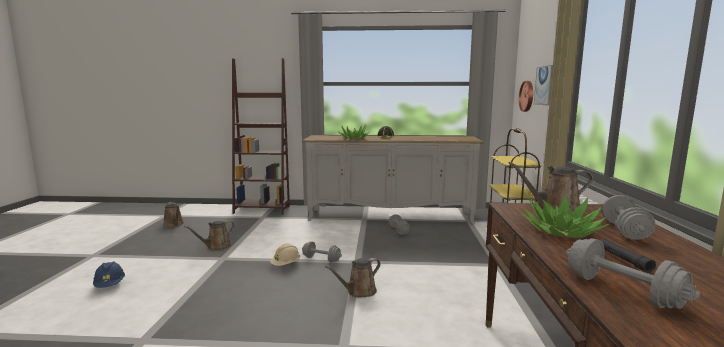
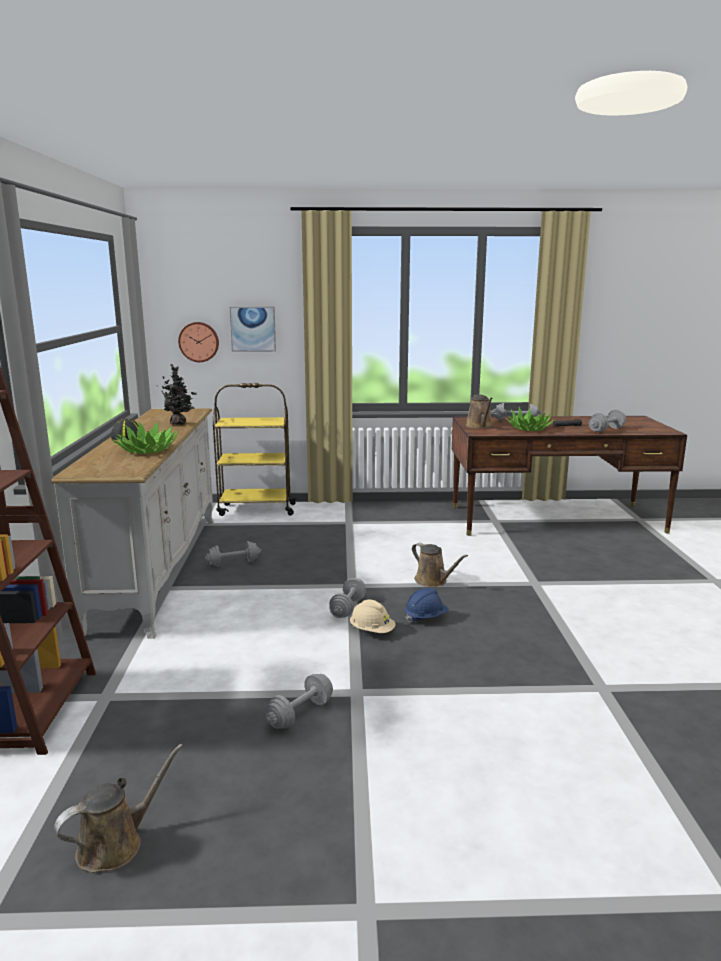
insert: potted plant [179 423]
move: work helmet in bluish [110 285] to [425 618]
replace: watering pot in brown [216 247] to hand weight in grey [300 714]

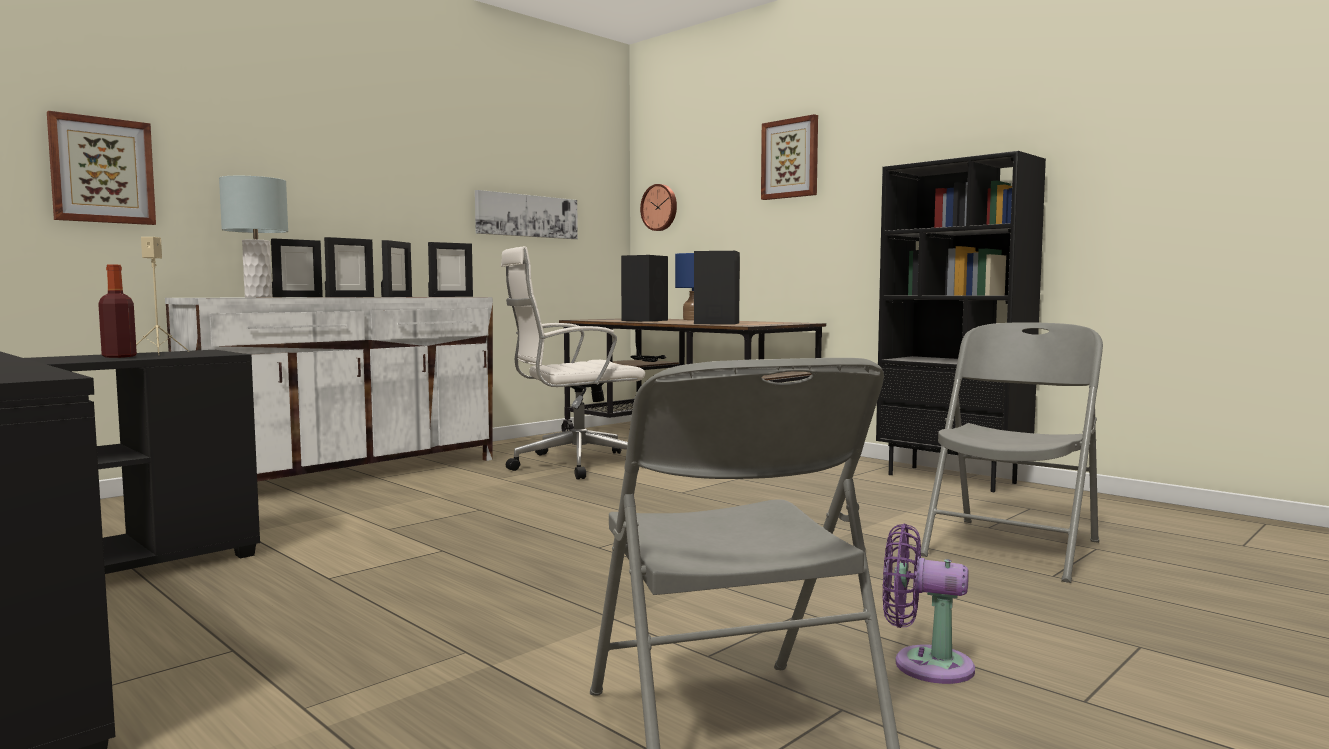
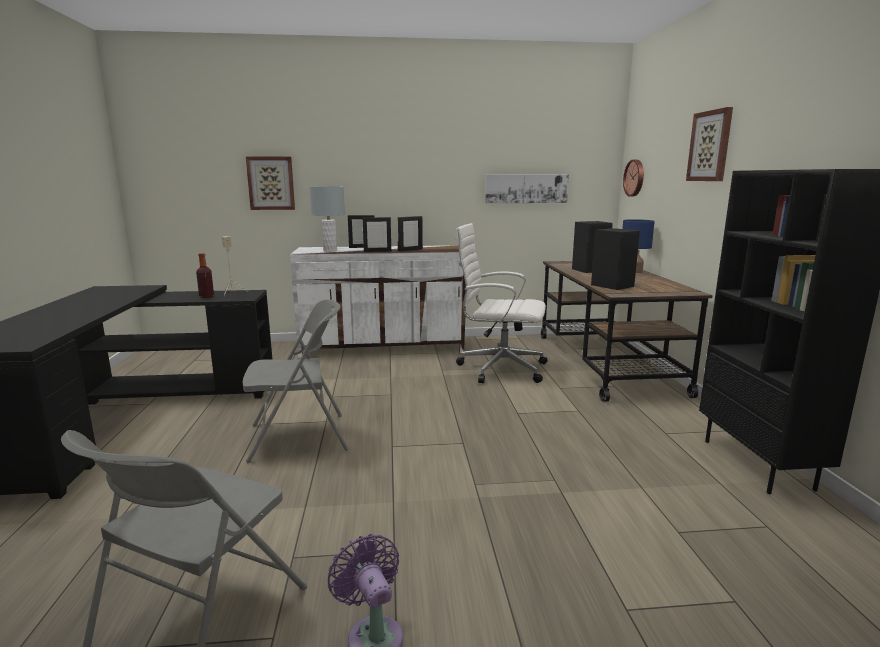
delete: standing frame [451 296]
move: upright chair in grey [1012 549] to [298 437]

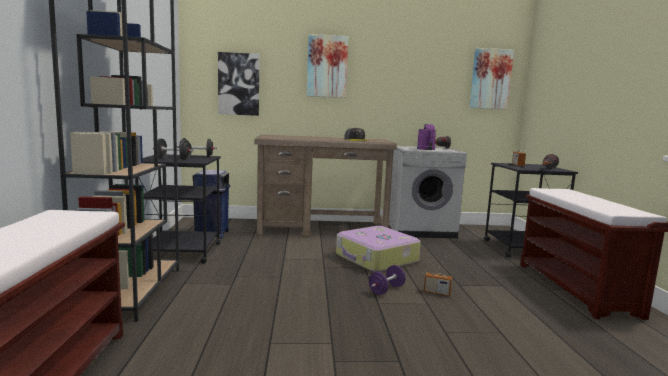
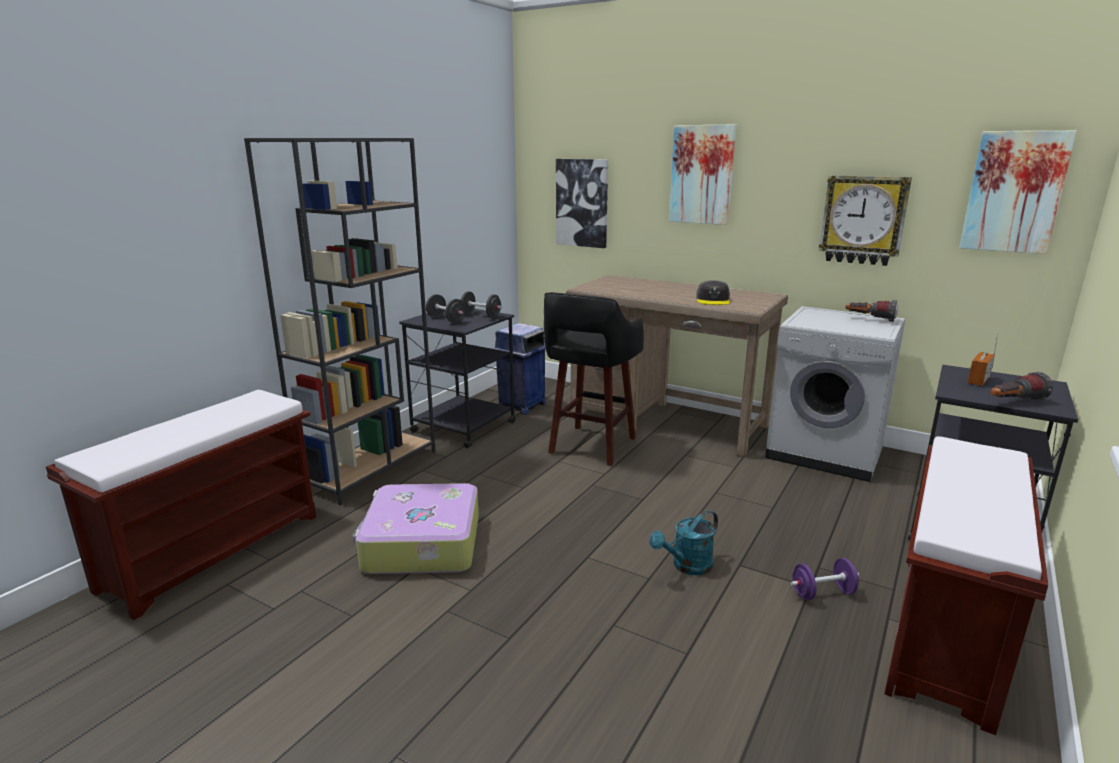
delete: watering pot in purplish [426 149]
insert: stool seat in black-coloured [590 447]; clock on the wall [863 220]
move: travel case [376 259] to [421 544]; hand weight in purplish [386 290] to [822 593]
replace: radio [437 292] to watering pot in turquoise [687 566]

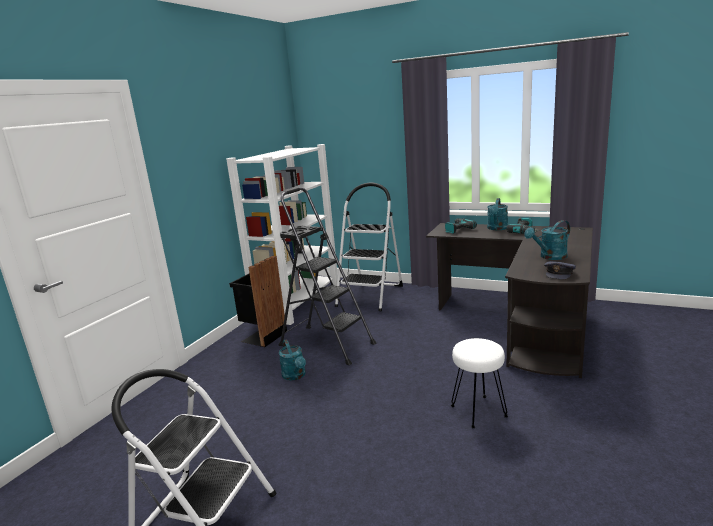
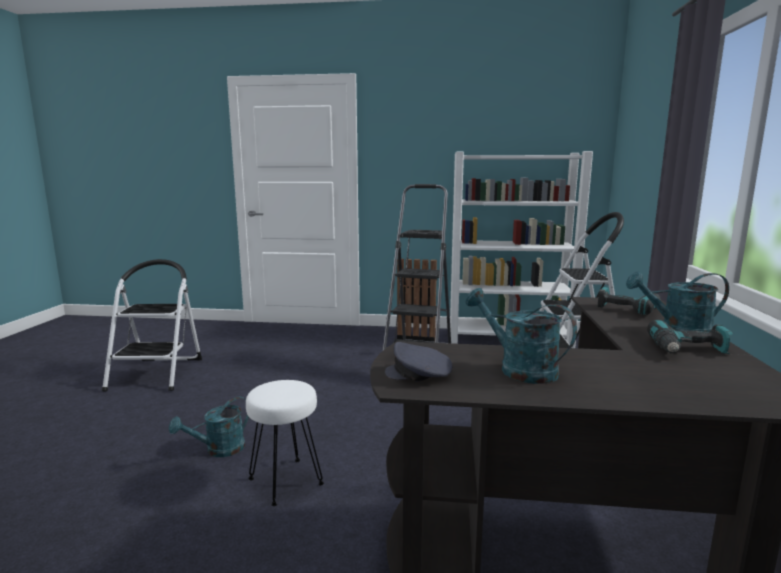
move: watering pot in turquoise [295 376] to [219 450]

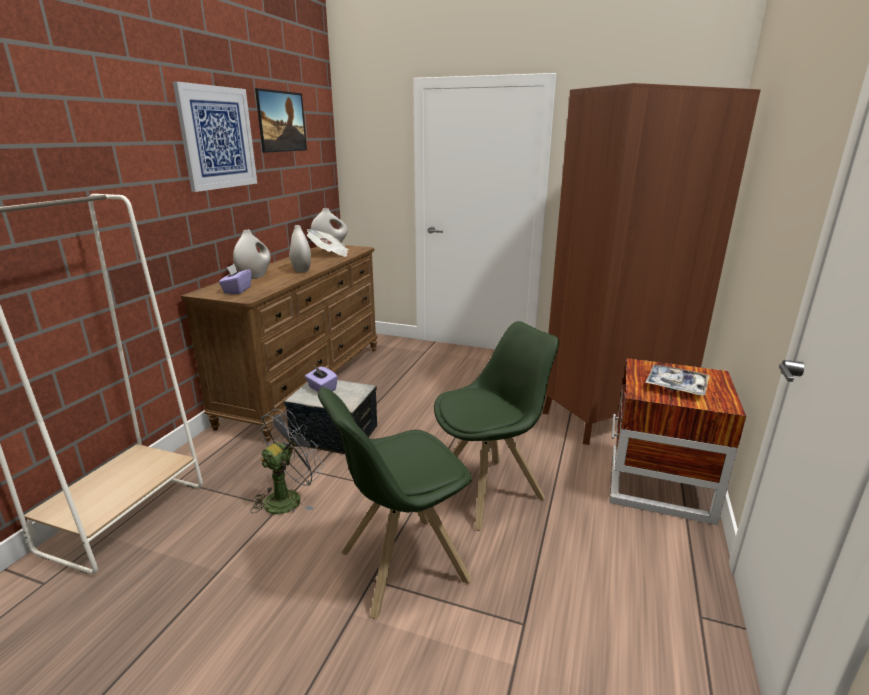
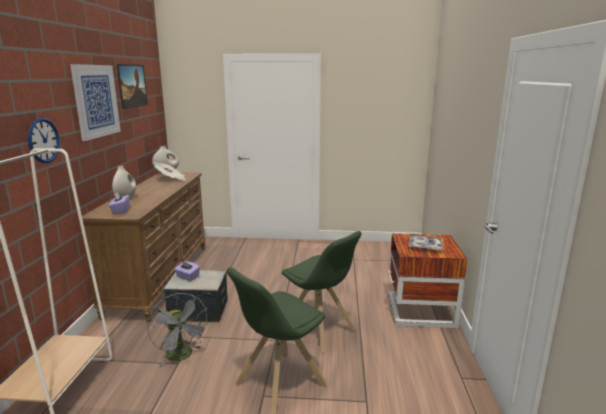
delete: decorative vase in whitish [301 270]; clothes cupboard in brown [602 399]
insert: clock on the wall [43 140]
rotate: fan in grey [289 497] = [182 356] 120 degrees clockwise; upright chair in green-coloured [488 491] = [319 330] 90 degrees clockwise

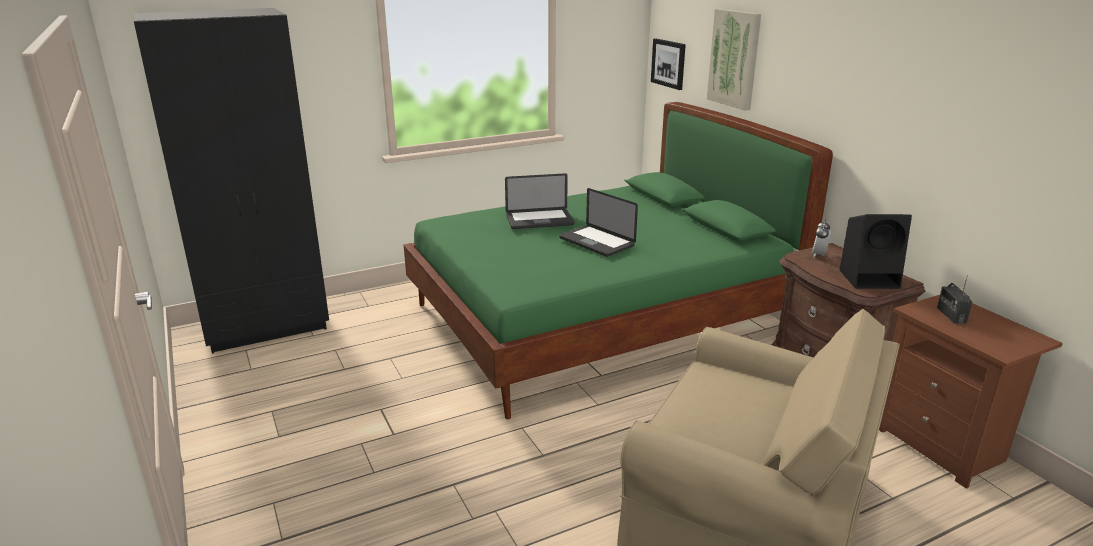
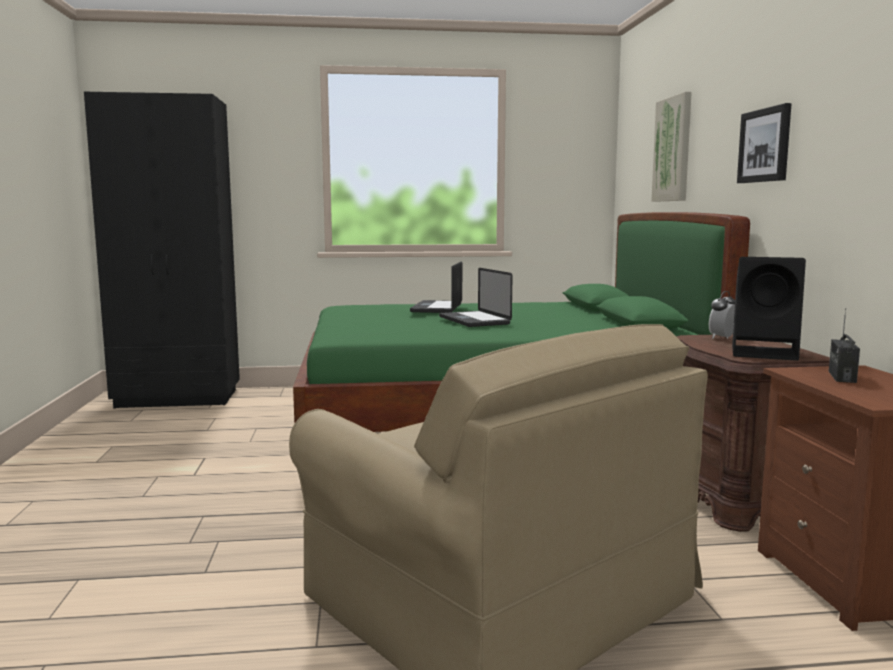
move: wall picture [669 63] to [765 145]
rotate: laptop [539 220] = [437 308] 90 degrees clockwise

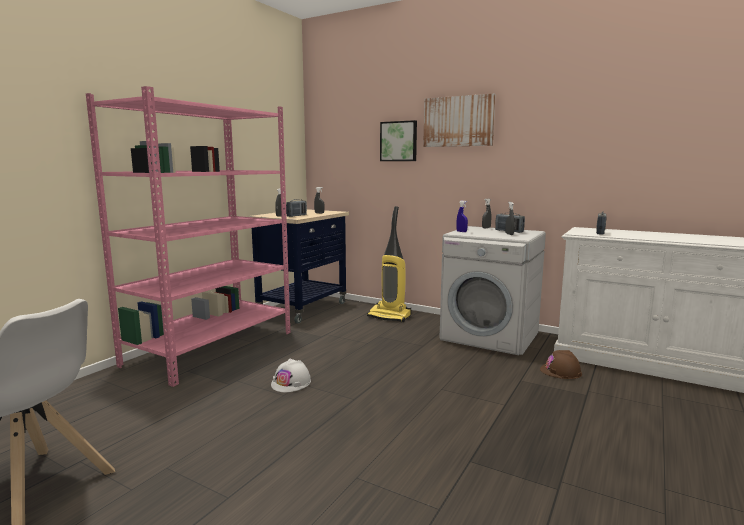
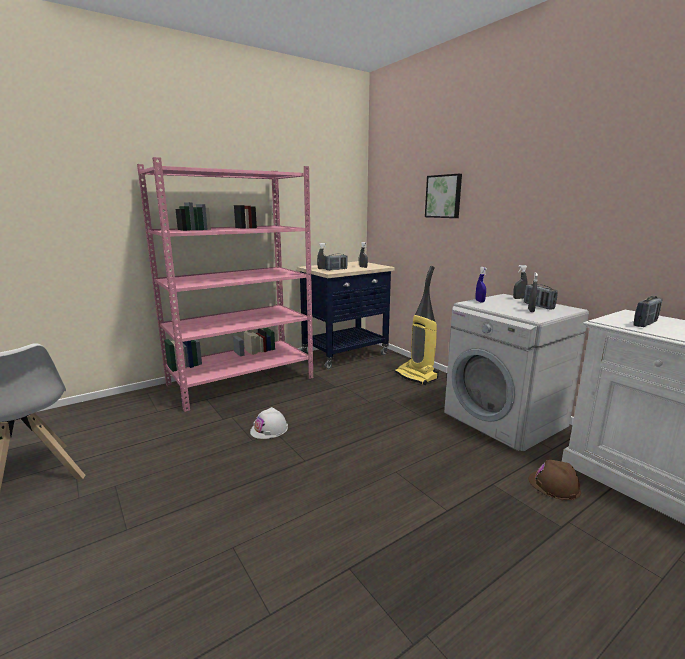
delete: wall picture [458 121]

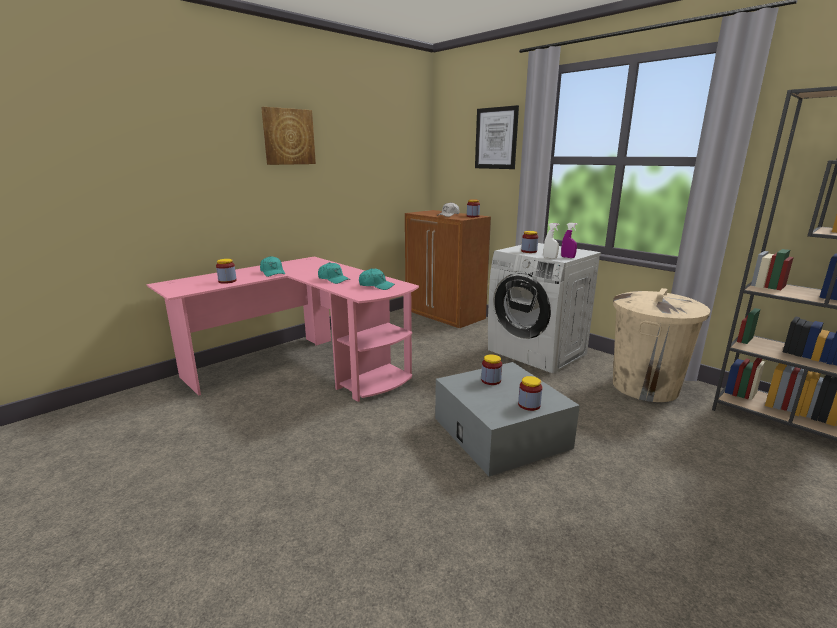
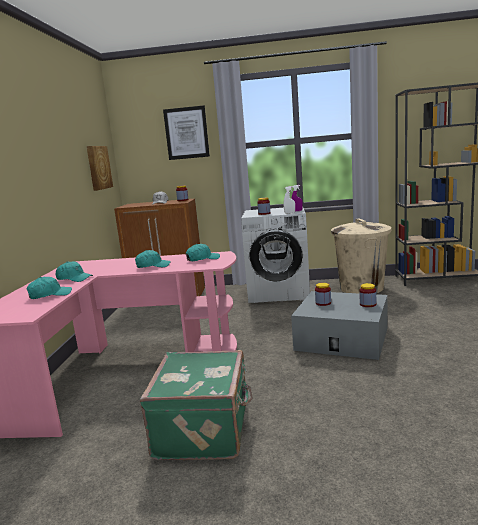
insert: travel case in green-coloured [205 430]
move: wall picture [288 137] to [98 167]
replace: storage jar [227 281] to baseball cap in turquoise [50 295]

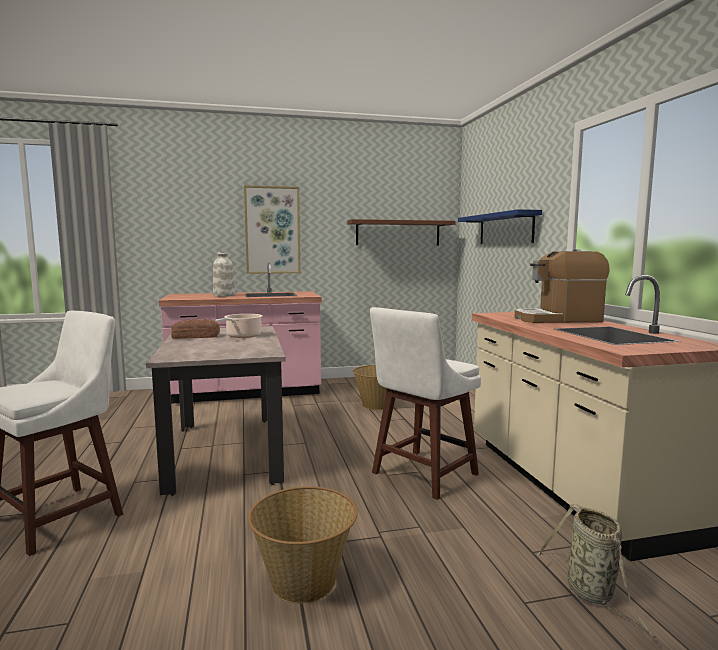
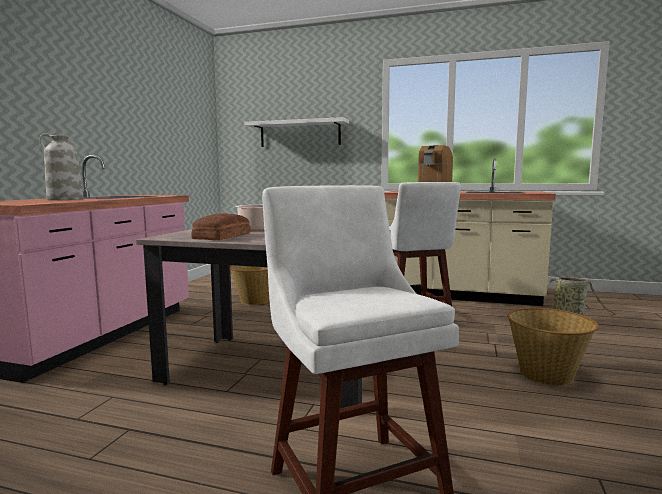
delete: wall picture [272 230]; wall shelf in brown [398 233]
recolor: wall shelf in bluish [505 228] to wall shelf in whitish [300 134]

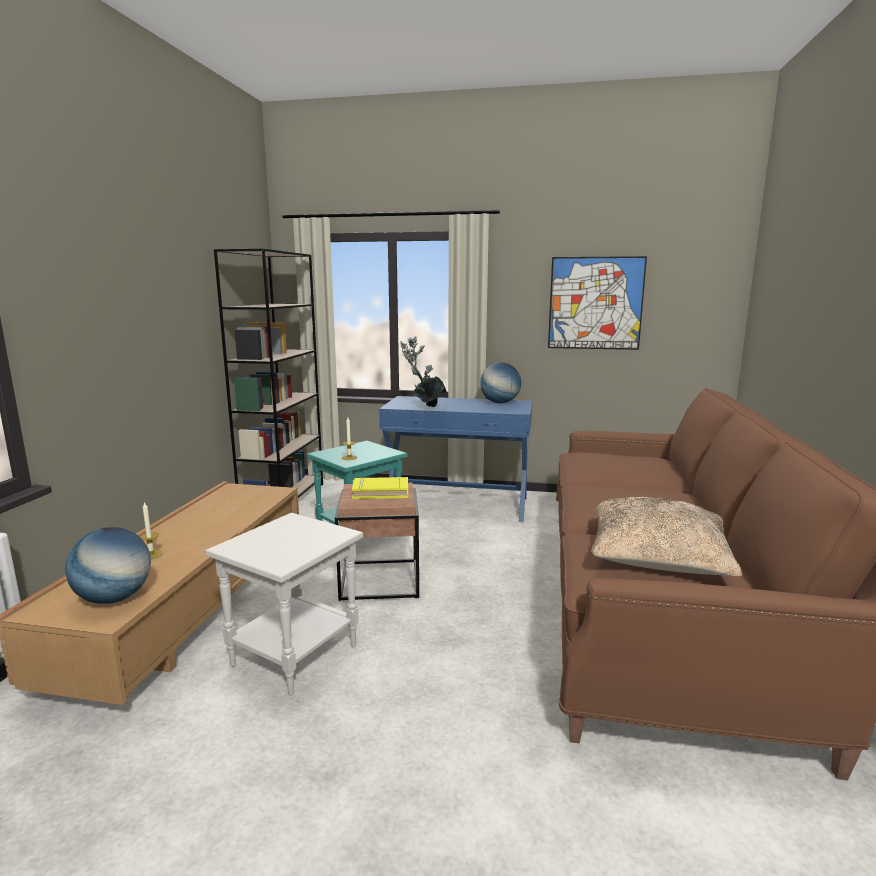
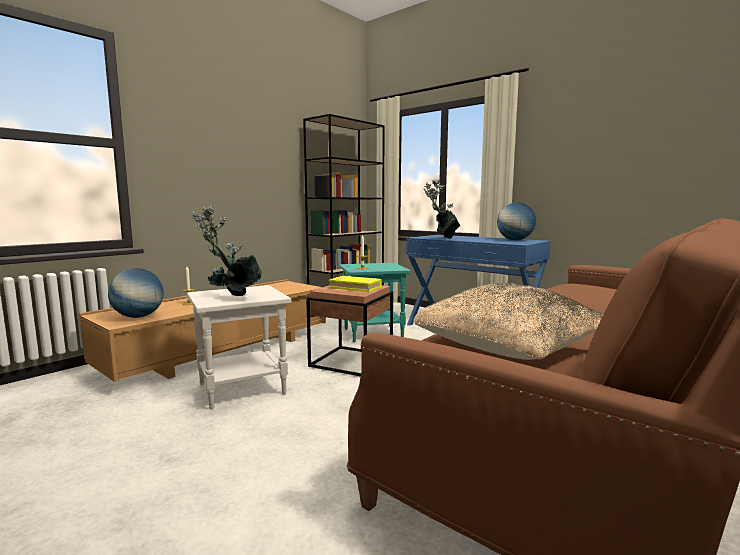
delete: wall picture [595 303]
insert: potted plant [230 298]

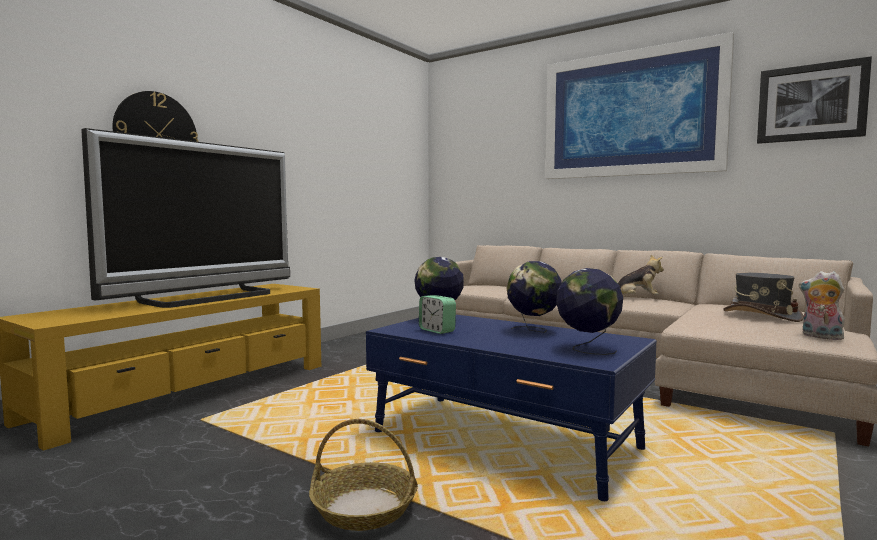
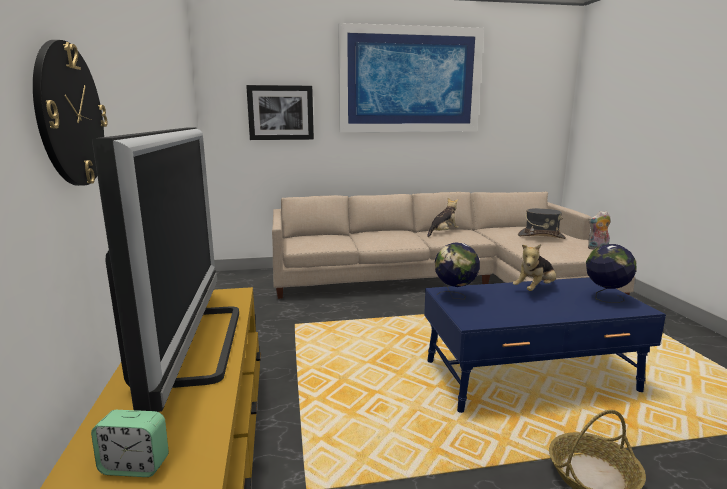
move: bedside clock [437 330] to [135 466]; wall picture [811 102] to [280 113]
replace: globe [533 330] to soft toy [535 289]

